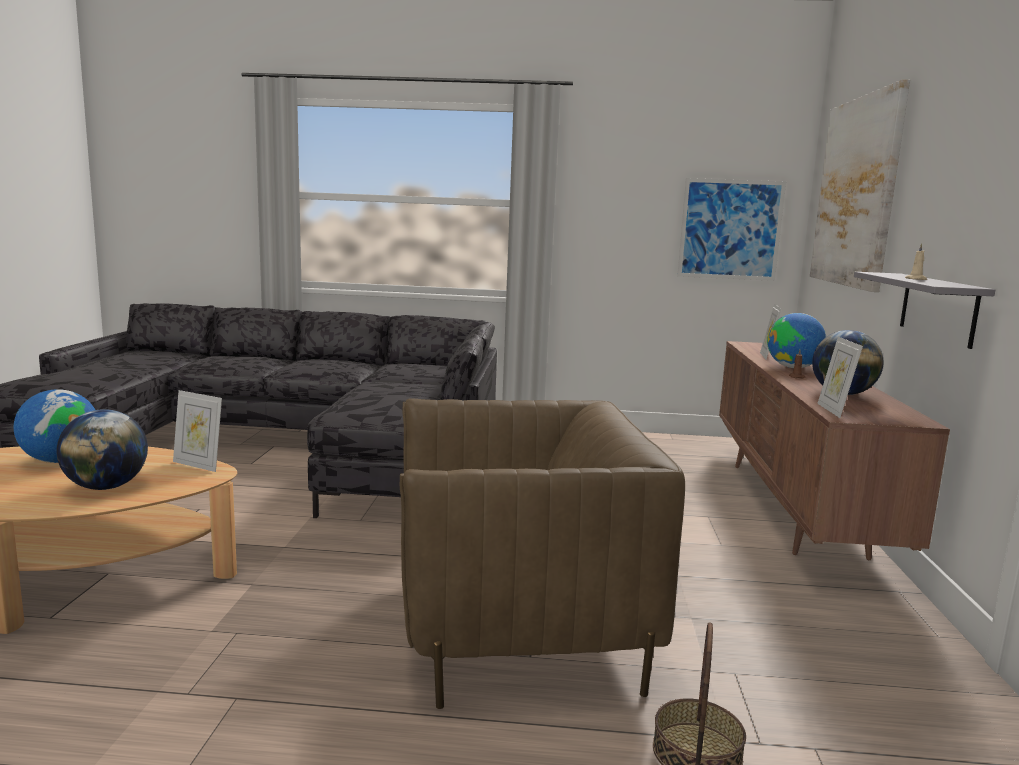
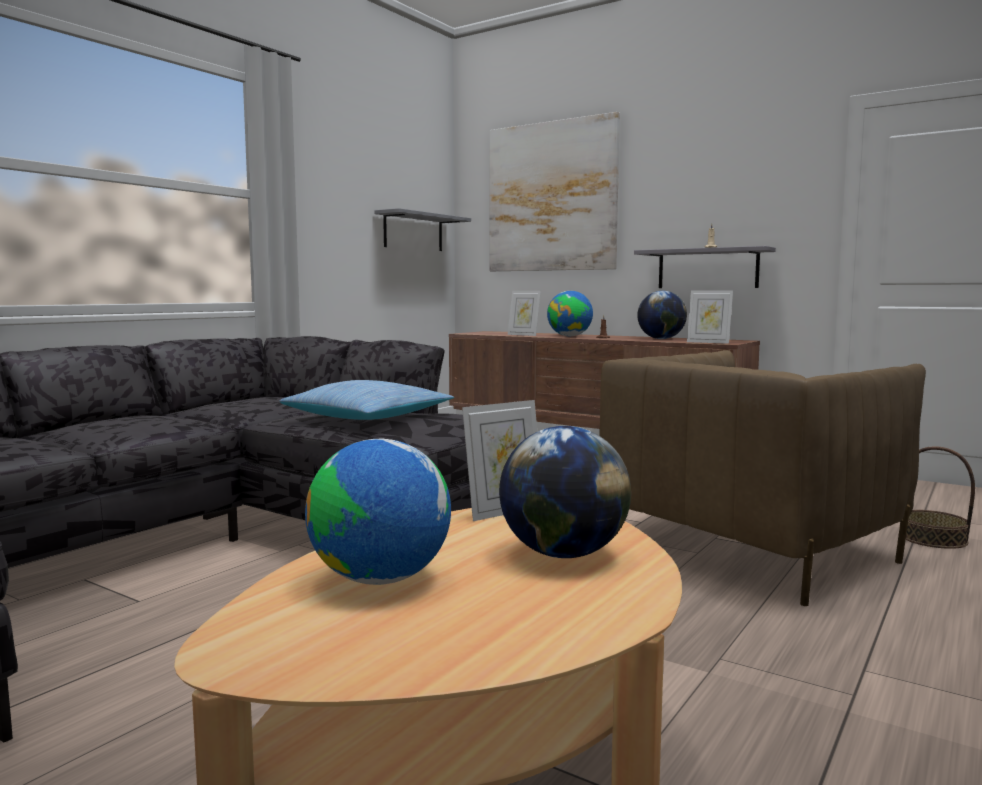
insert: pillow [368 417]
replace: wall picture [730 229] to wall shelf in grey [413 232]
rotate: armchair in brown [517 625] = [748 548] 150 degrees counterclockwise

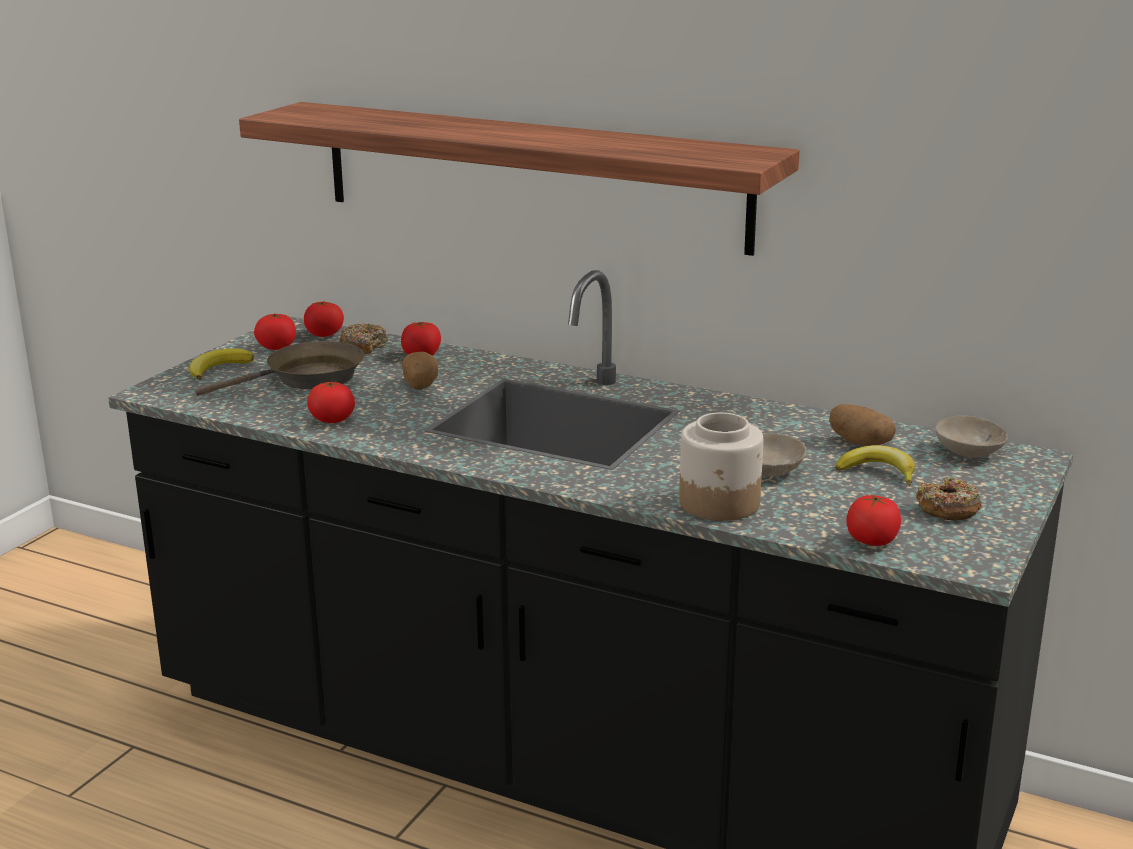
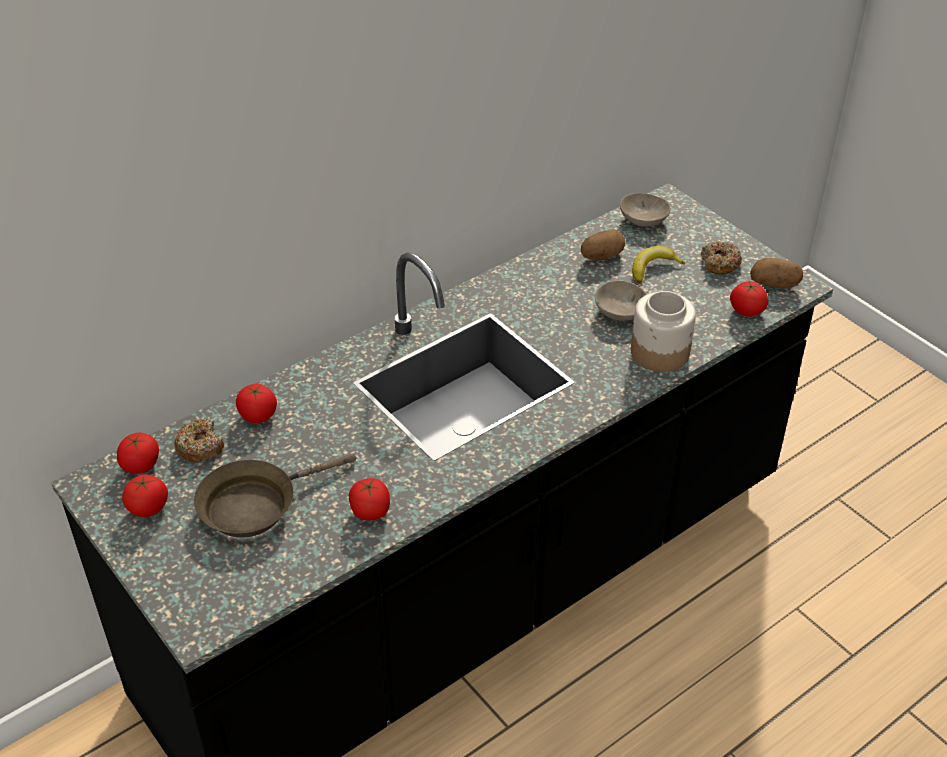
delete: banana [218 368]; wall shelf [530 175]
move: whole potato [420 386] to [774 284]
rotate: skillet in brown [307 379] = [255 505] 120 degrees counterclockwise

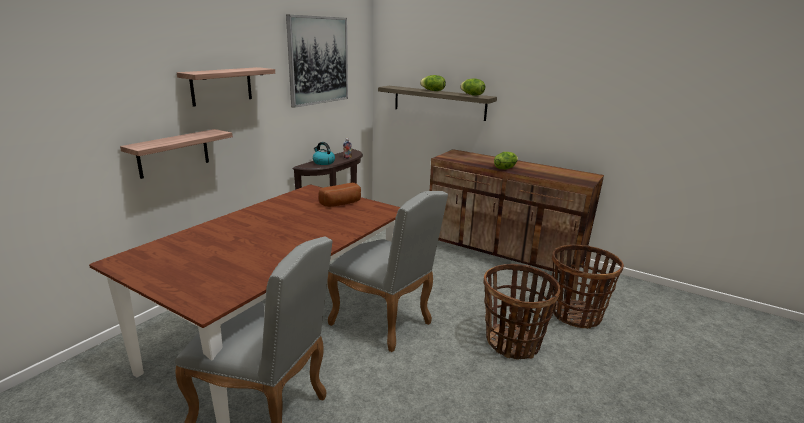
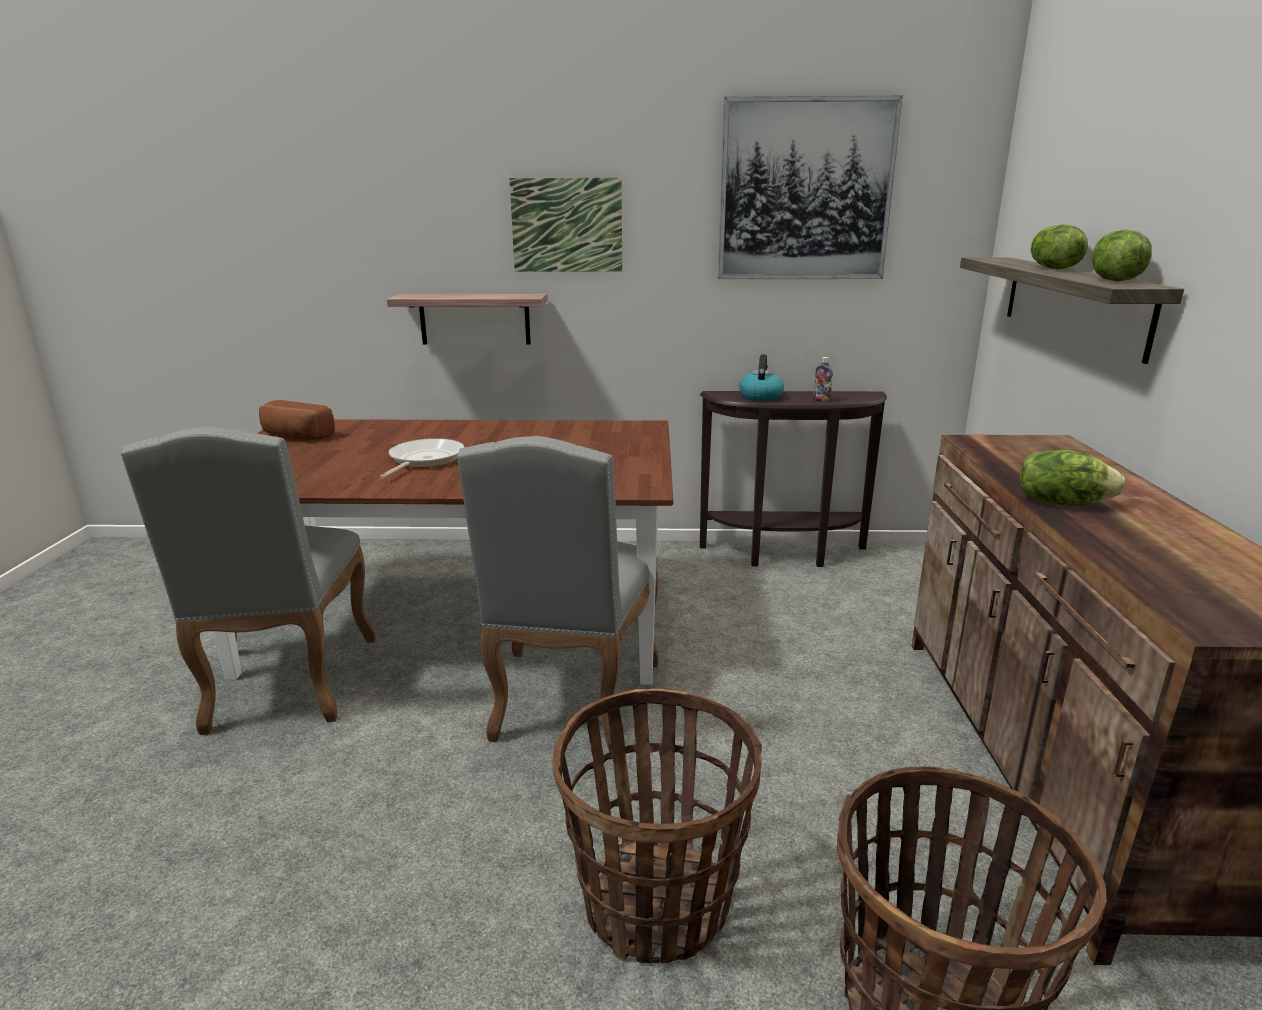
insert: skillet [424 460]
move: bread [342 203] to [294 436]
replace: wall shelf [221 86] to wall picture [567 225]

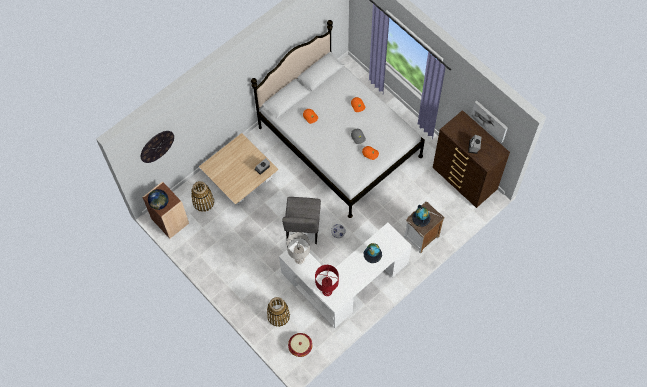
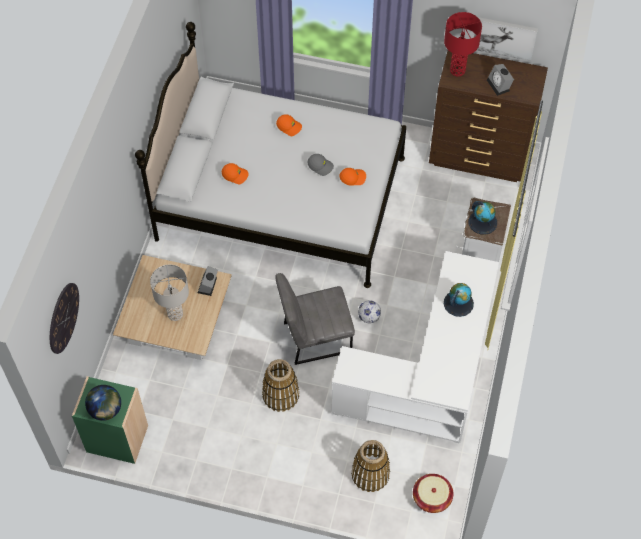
move: basket [203 202] to [280 394]; table lamp in whitish [299 259] to [175 314]; table lamp in red [327 291] to [457 70]
recolor: bookcase in brown [169 221] to bookcase in green-coloured [116 439]
rotate: upright chair in grey [302 228] = [315 337] 105 degrees clockwise

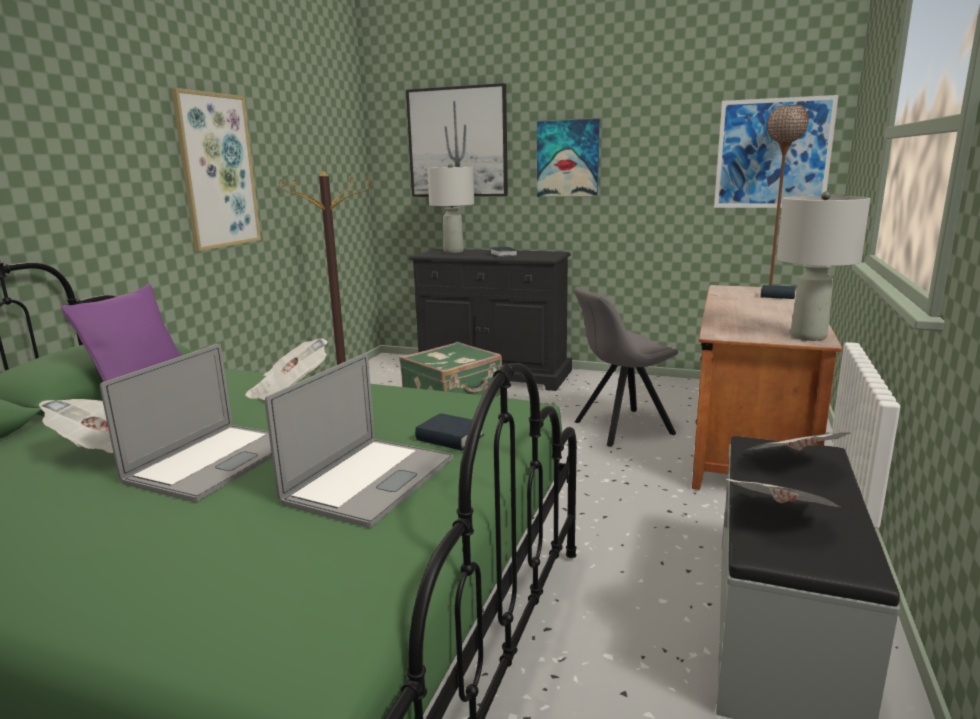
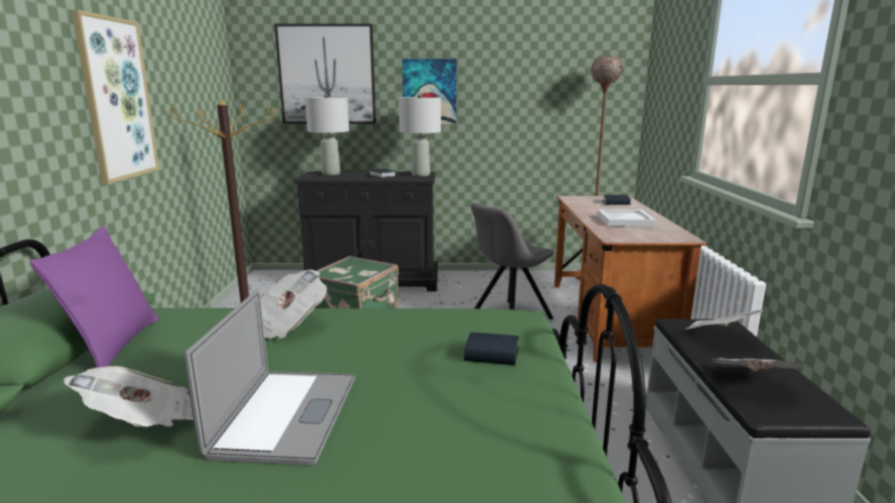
delete: laptop [370 480]; wall picture [773 154]
insert: serving tray in whitish [625 220]
move: table lamp in grey [809 336] to [421 175]

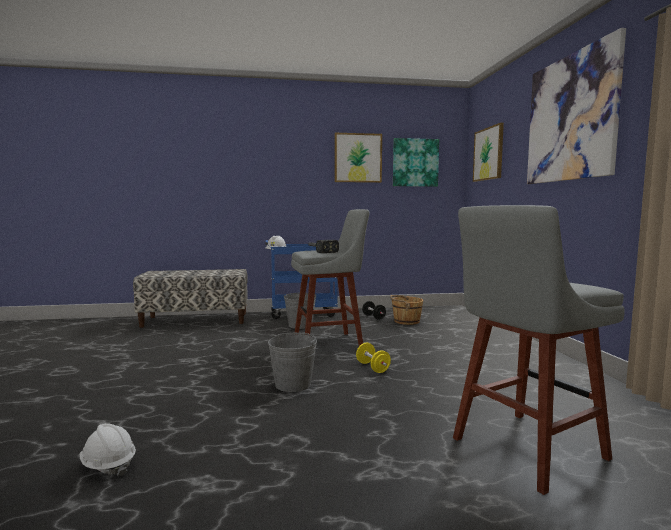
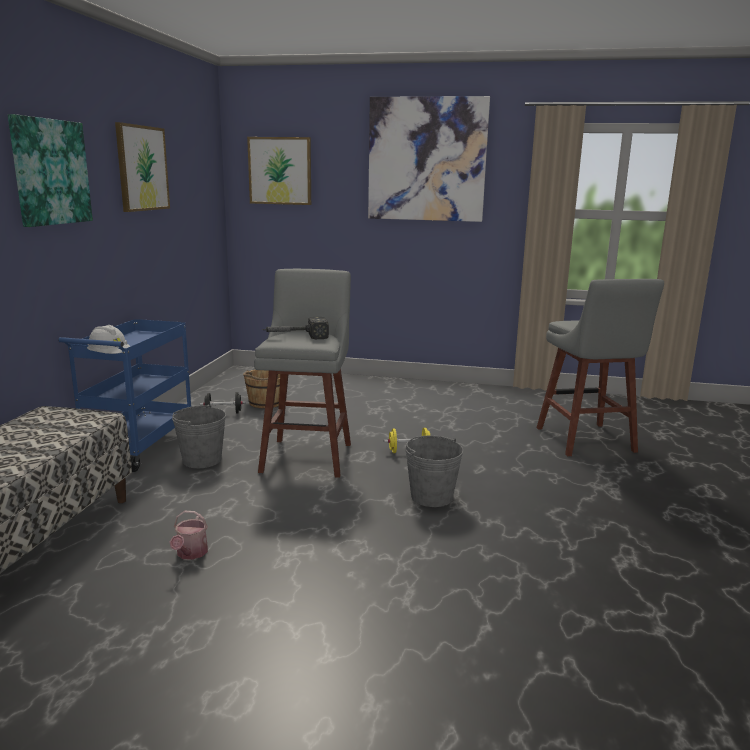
delete: work helmet in whitish [108 465]
insert: watering pot [190 554]
move: wall picture [415 162] to [50 172]

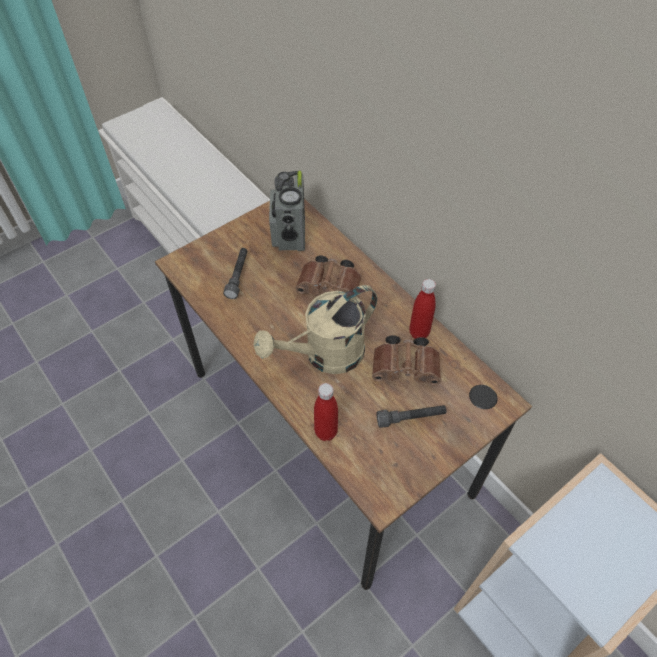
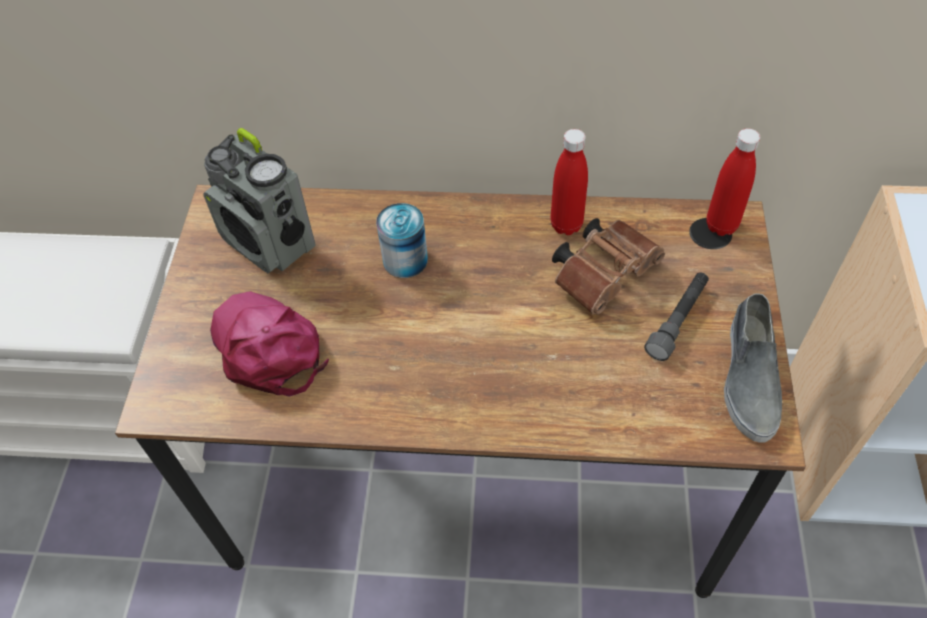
delete: watering pot in beige-coloured [325 356]
insert: shoe in grey [749 377]
move: beverage bottle in red [326 432] to [721 225]
replace: torch in grey [238 276] to baseball cap in pink [268 348]; binoculars in brown [331 287] to metal can [405 260]

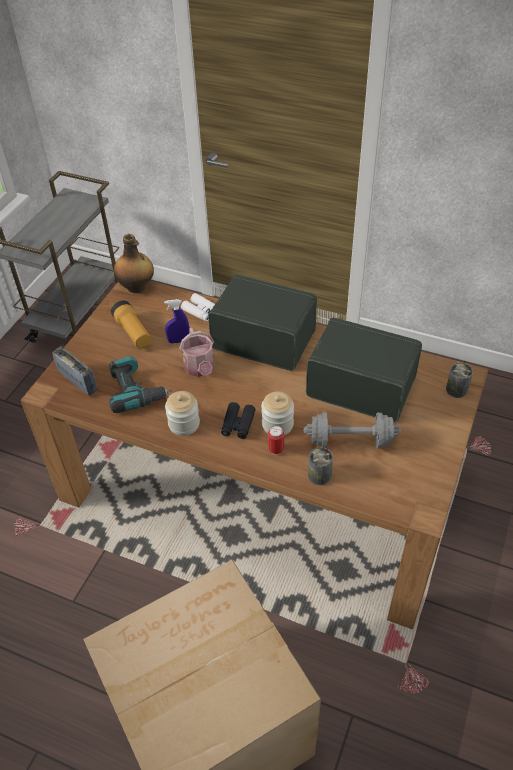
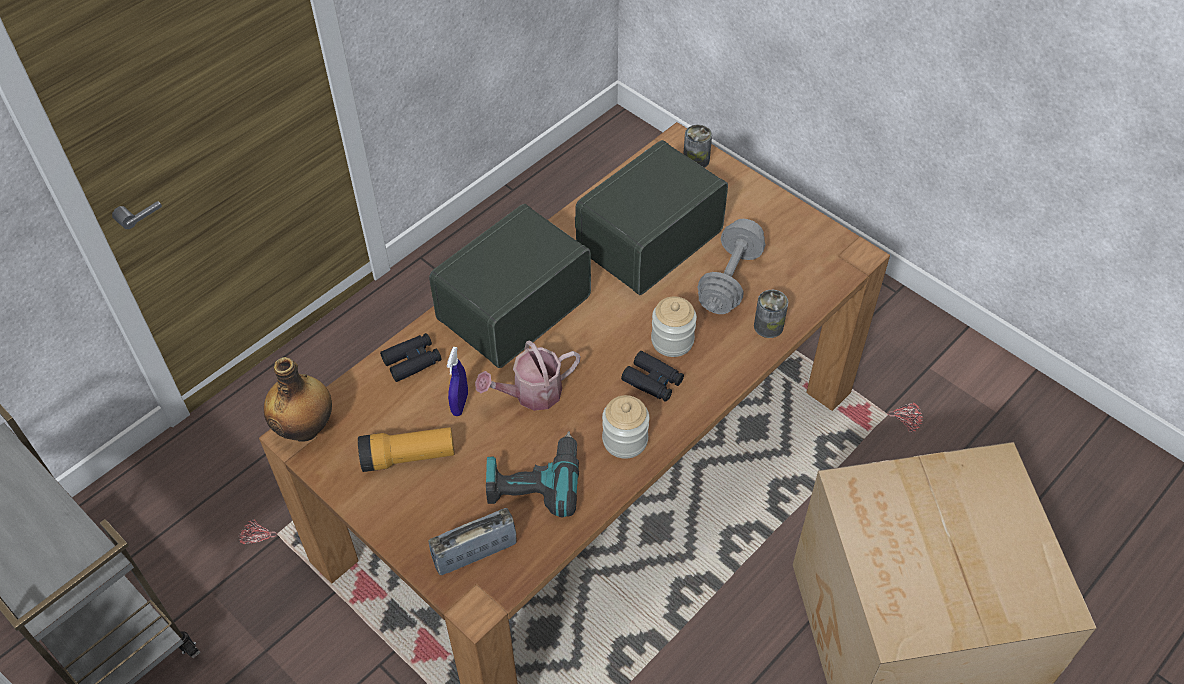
delete: metal can [276 449]
recolor: binoculars in whitish [201 311] to binoculars in black-coloured [412 361]
rotate: watering pot [200 369] = [531 394] 150 degrees clockwise

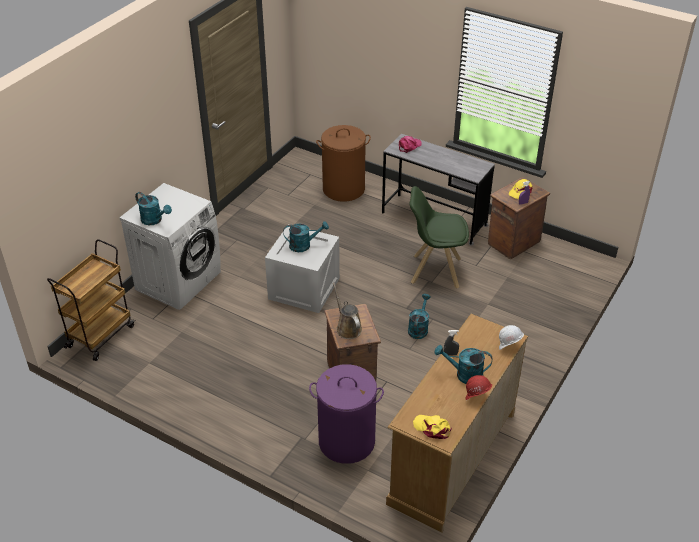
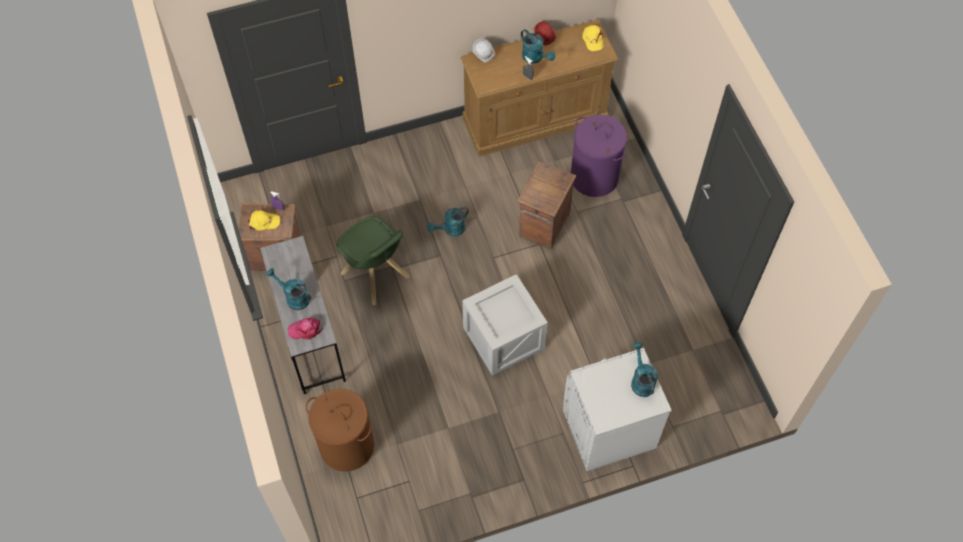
delete: cart in brown [101 336]; watering pot in brown [347 328]
move: watering pot in turquoise [304 245] to [293 297]

